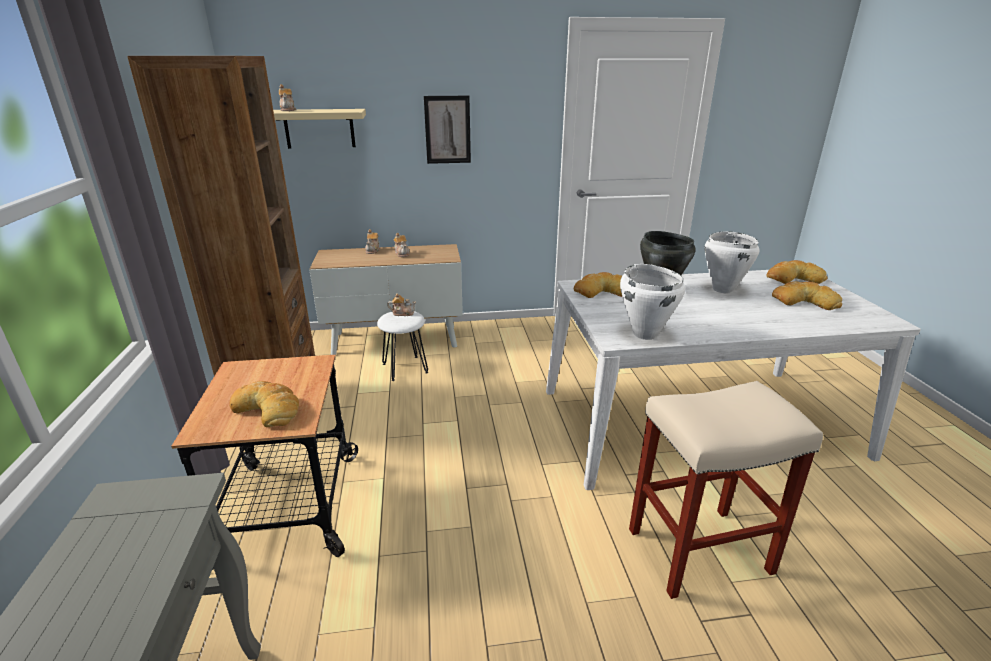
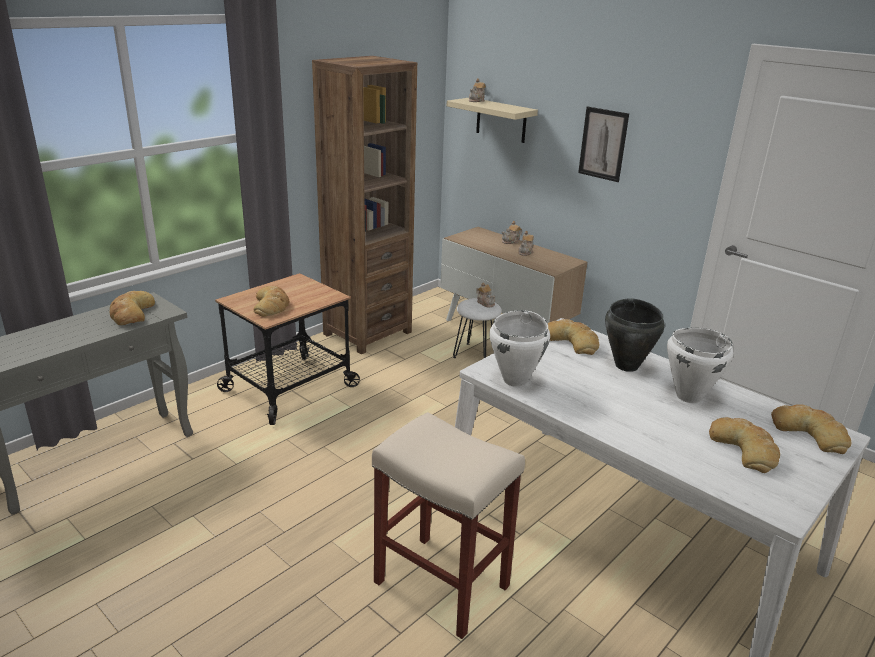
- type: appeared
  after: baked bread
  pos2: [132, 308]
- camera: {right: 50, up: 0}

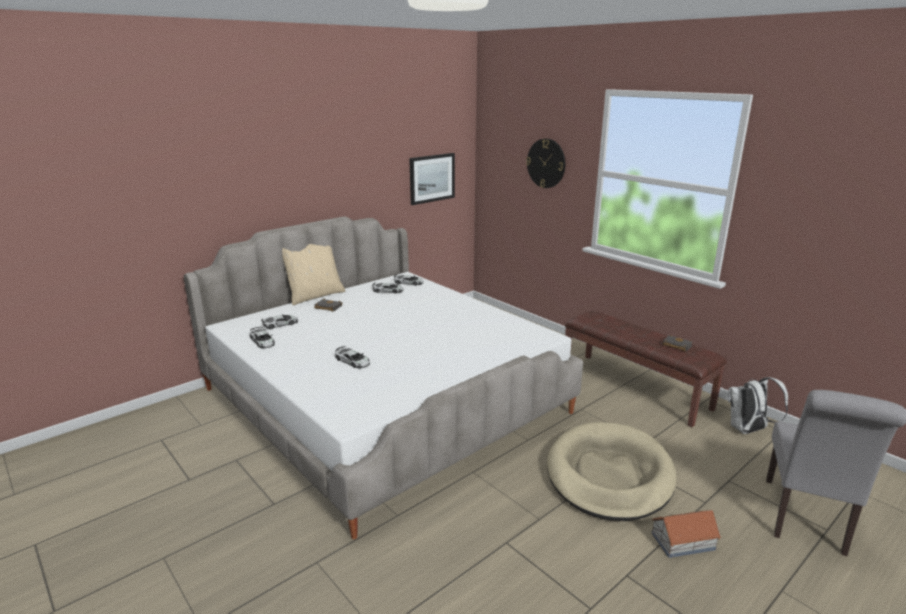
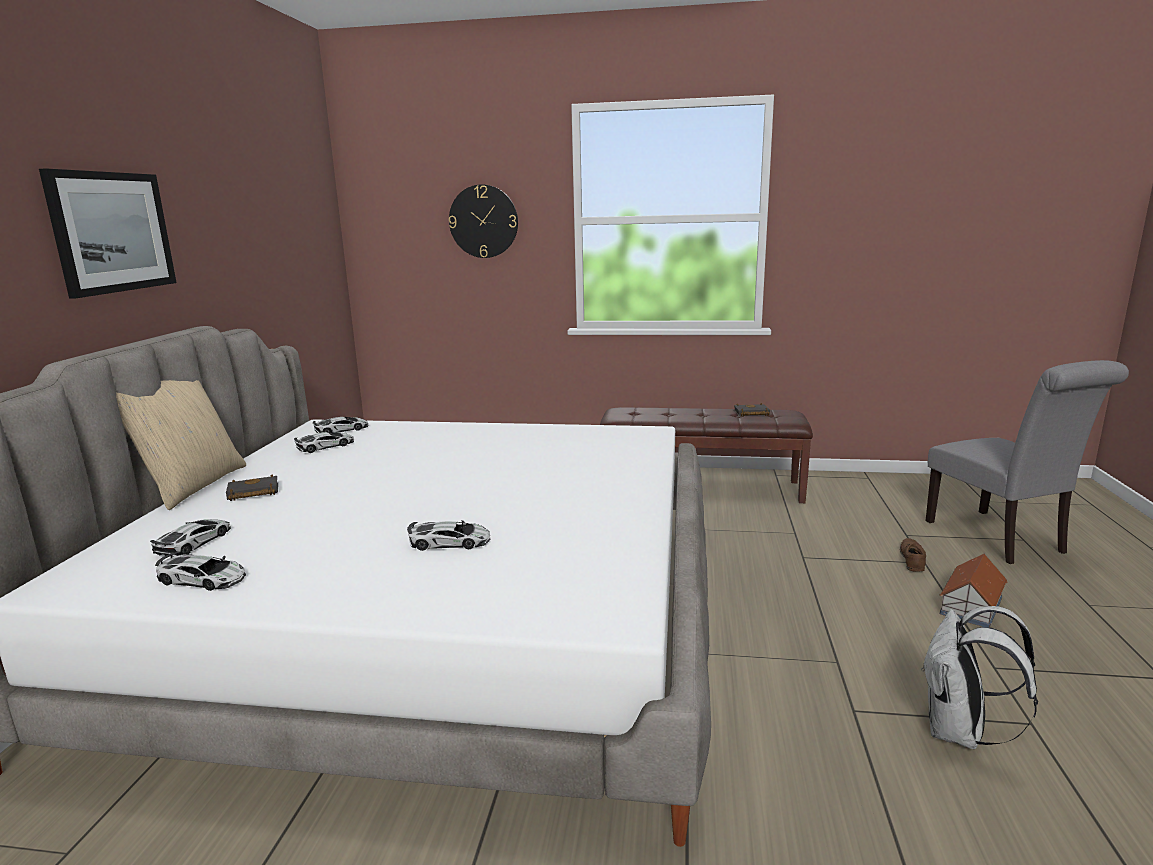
- type: relocated
  before: wall picture
  pos1: [432, 179]
  pos2: [108, 233]
- type: relocated
  before: knapsack (whitish)
  pos1: [758, 405]
  pos2: [979, 677]
- type: missing
  before: dog bed (sand-coloured)
  pos1: [612, 471]
- type: appeared
  after: shoe (brownish)
  pos2: [913, 555]
- camera: {right: -40, up: -5}

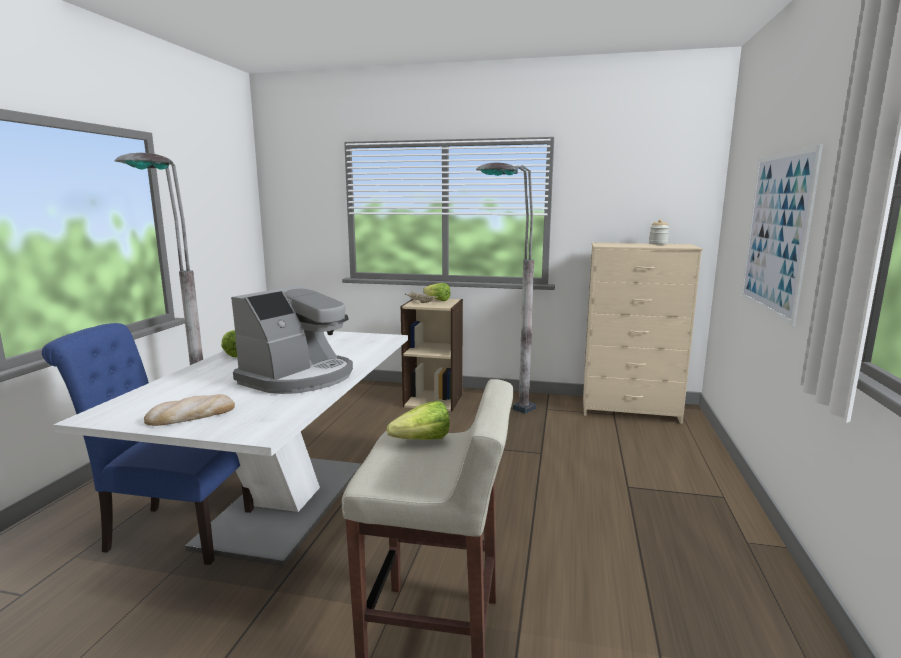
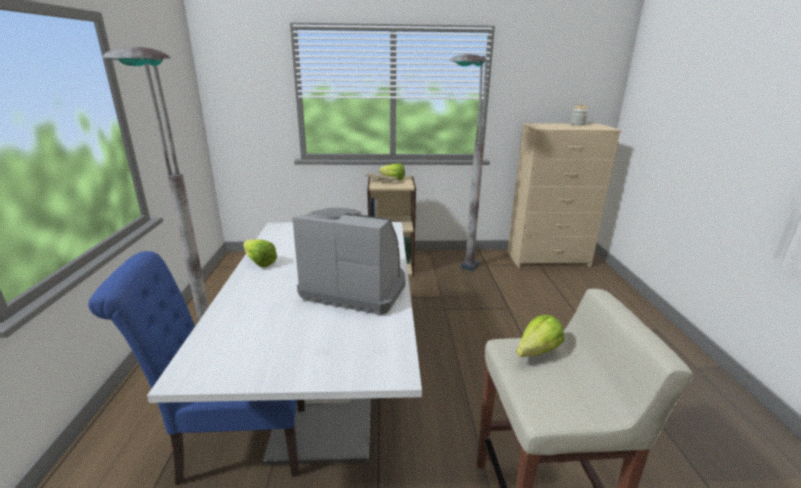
- type: missing
  before: wall picture
  pos1: [782, 235]
- type: spun
  before: coffee maker
  pos1: [292, 339]
  pos2: [348, 261]
  turn: -90
- type: missing
  before: baked bread
  pos1: [189, 410]
- camera: {right: -15, up: 10}

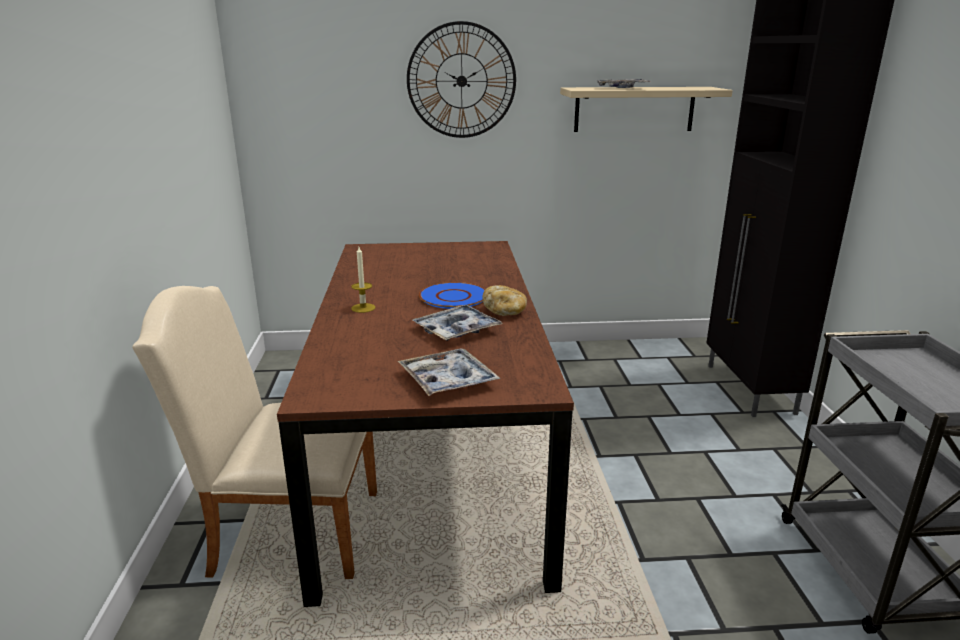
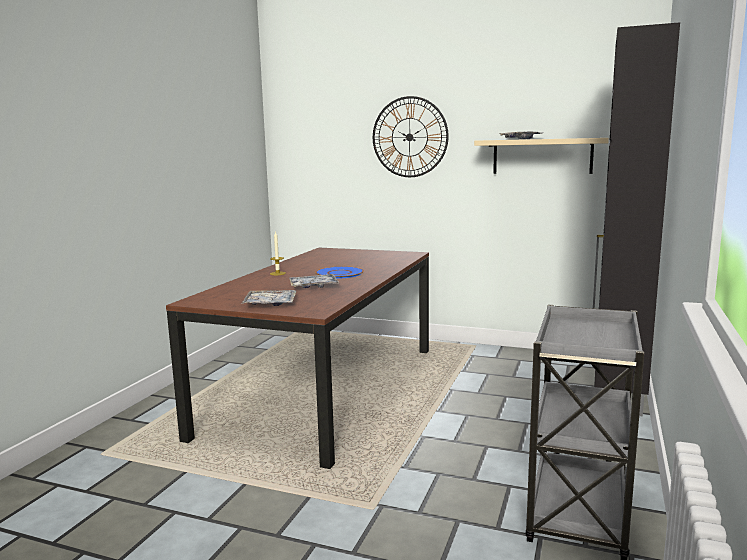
- type: missing
  before: baked bread
  pos1: [504, 300]
- type: missing
  before: chair (sand-coloured)
  pos1: [254, 432]
- camera: {right: 25, up: -10}

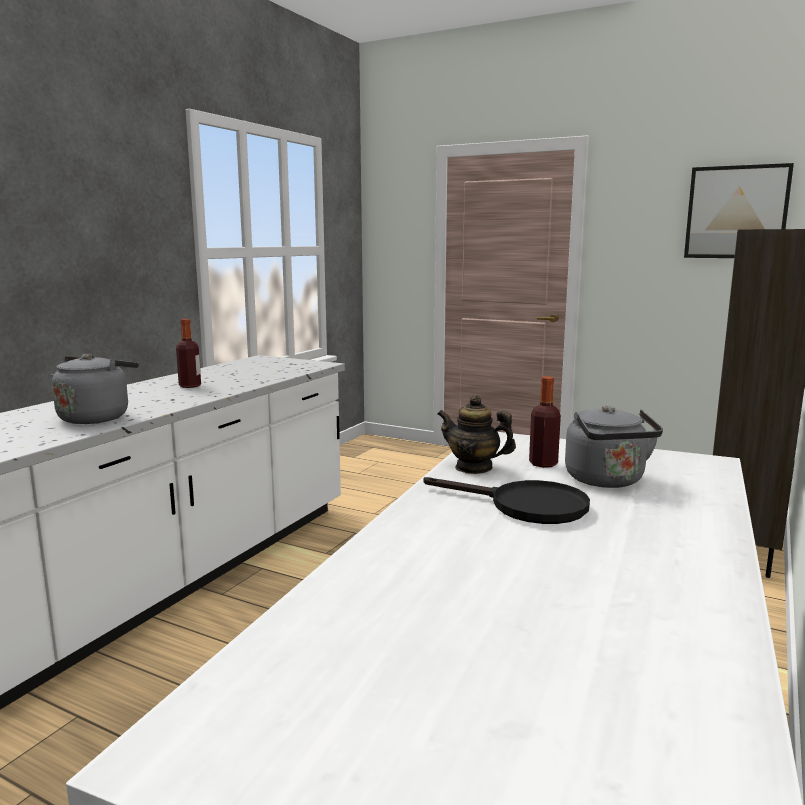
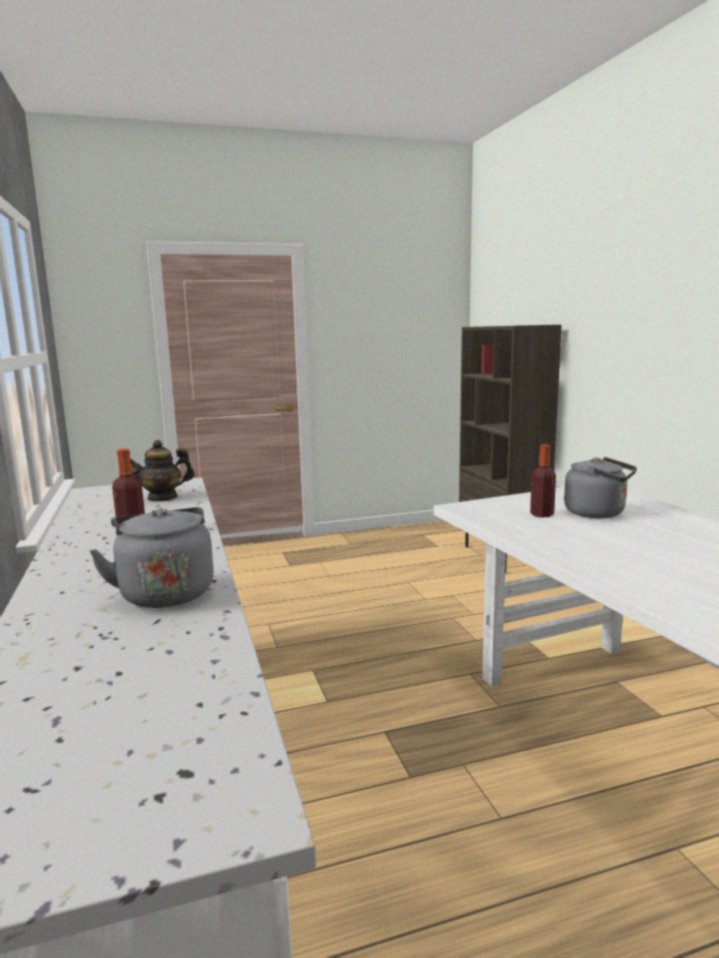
- type: missing
  before: wall picture
  pos1: [739, 210]
- type: relocated
  before: pot for tea
  pos1: [476, 434]
  pos2: [162, 471]
- type: missing
  before: frying pan (black)
  pos1: [507, 500]
- camera: {right: -45, up: 0}

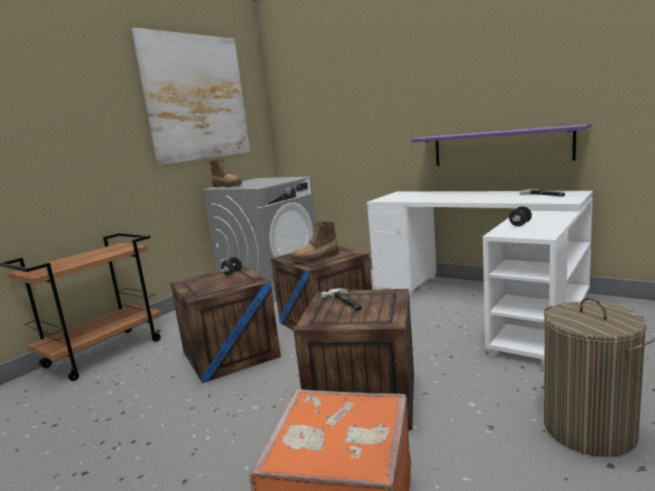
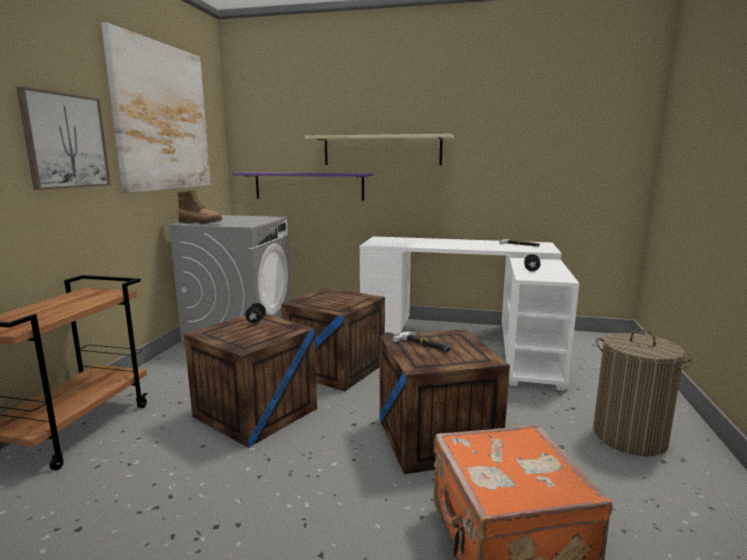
- type: relocated
  before: shelf (purple)
  pos1: [501, 145]
  pos2: [303, 186]
- type: missing
  before: boot
  pos1: [315, 241]
- type: appeared
  after: wall picture
  pos2: [63, 138]
- type: appeared
  after: shelf (sand-coloured)
  pos2: [379, 149]
- camera: {right: -25, up: 0}

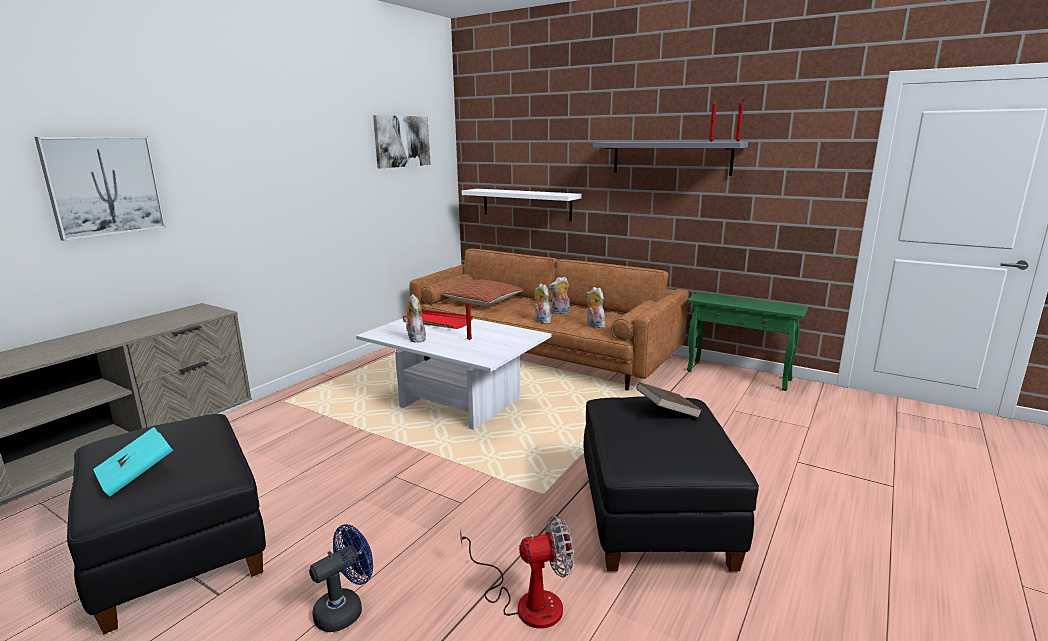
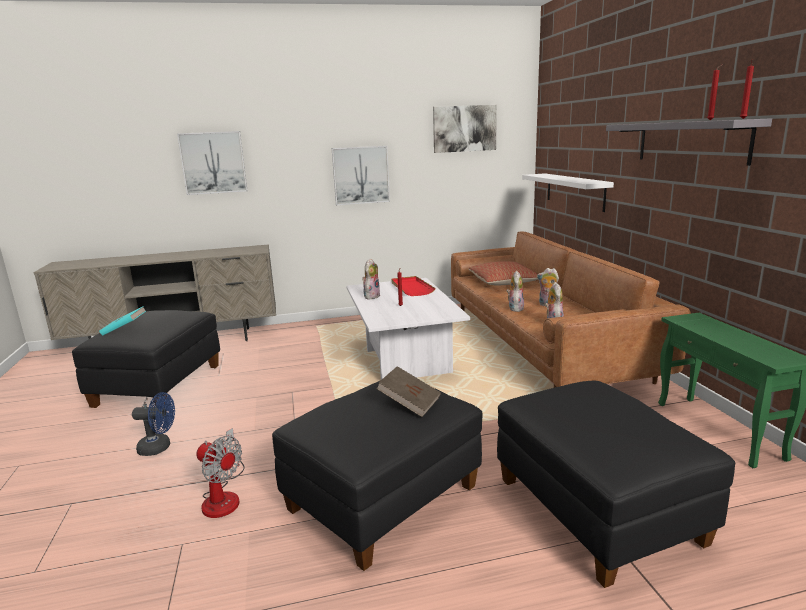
- type: appeared
  after: wall picture
  pos2: [361, 175]
- type: appeared
  after: ottoman (black)
  pos2: [616, 484]
- camera: {right: 45, up: 0}

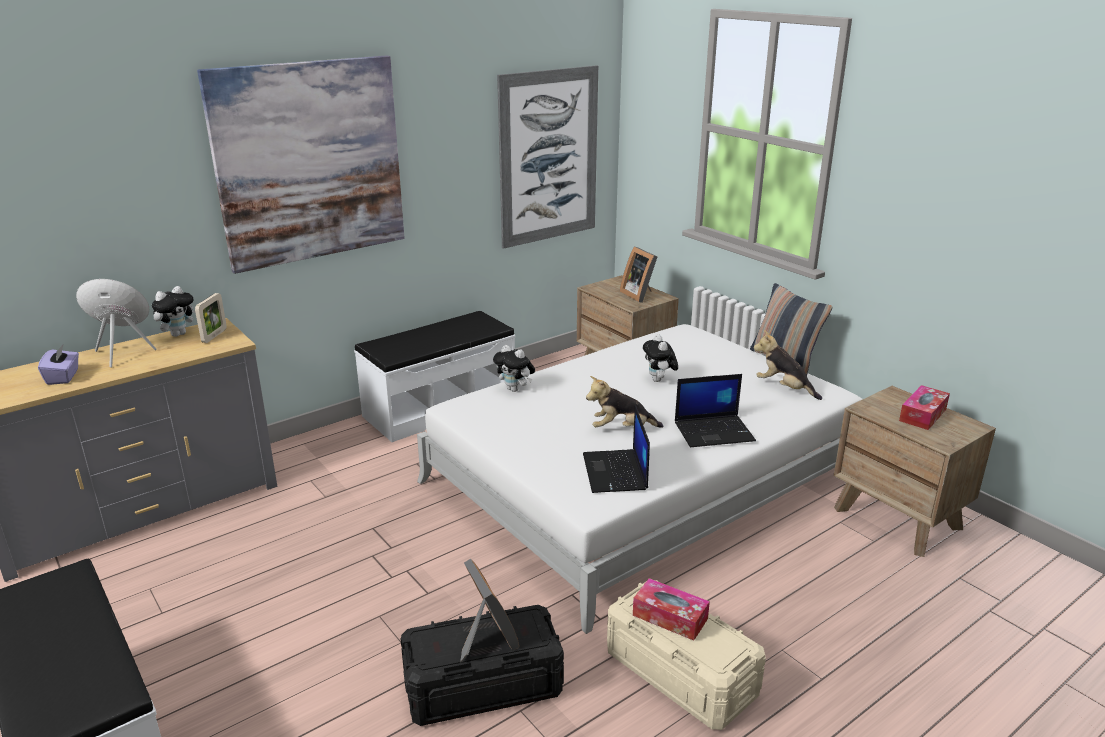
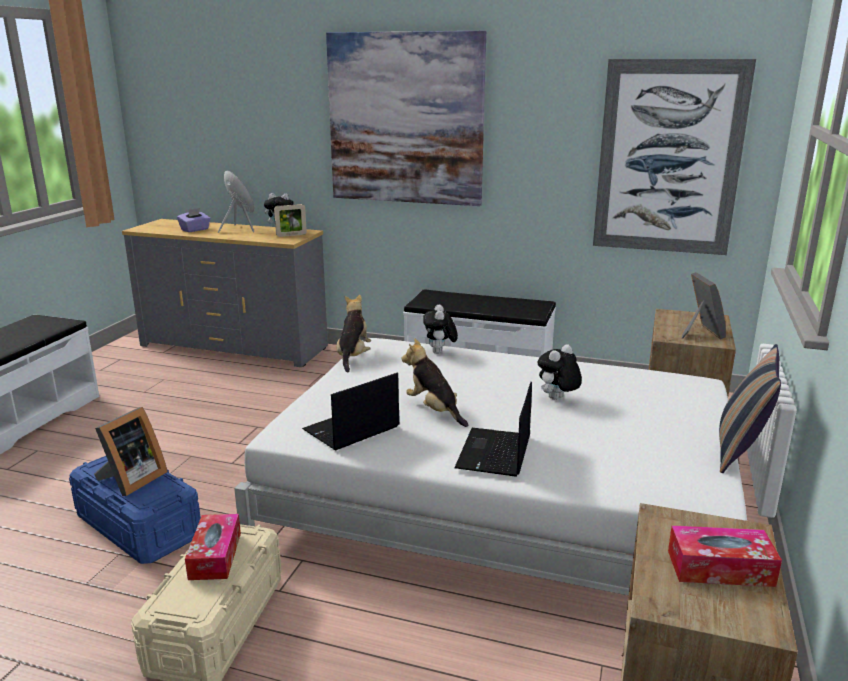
- type: spun
  before: picture frame
  pos1: [639, 275]
  pos2: [703, 305]
  turn: 150
- type: relocated
  before: plush toy
  pos1: [788, 365]
  pos2: [353, 333]
- type: spun
  before: notebook computer
  pos1: [715, 410]
  pos2: [493, 429]
  turn: 60
- type: colour
  before: storage bin (black)
  after: storage bin (blue-coloured)
  pos1: [482, 665]
  pos2: [135, 510]
- camera: {right: 55, up: -5}

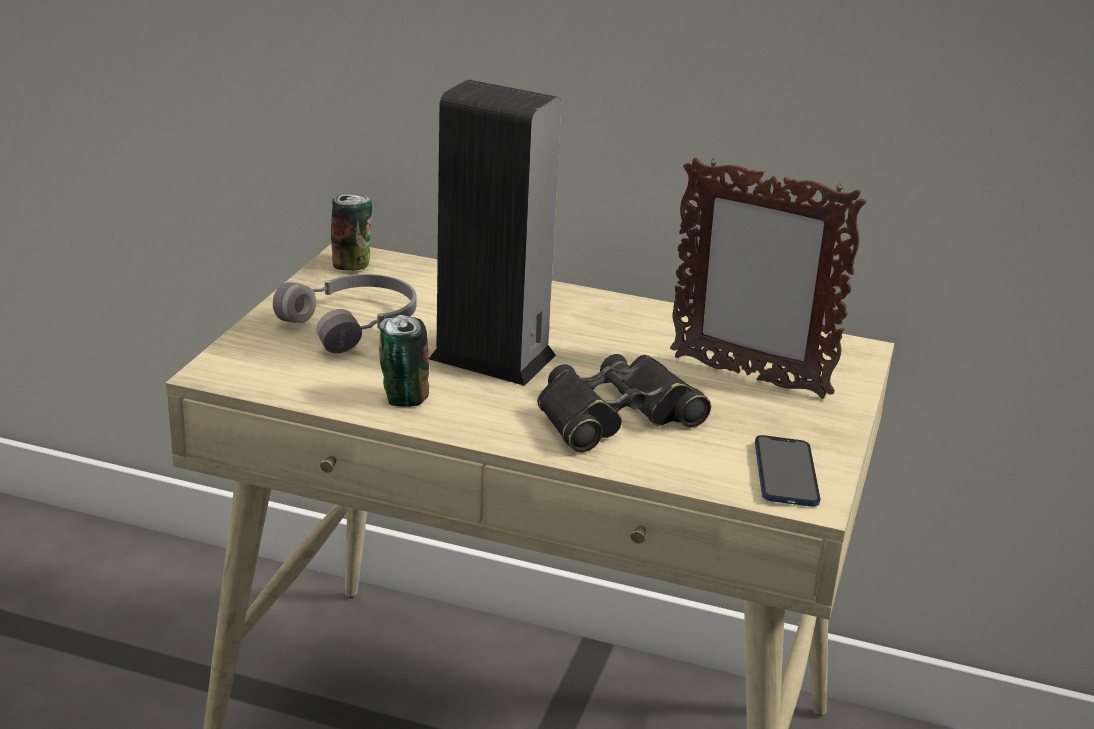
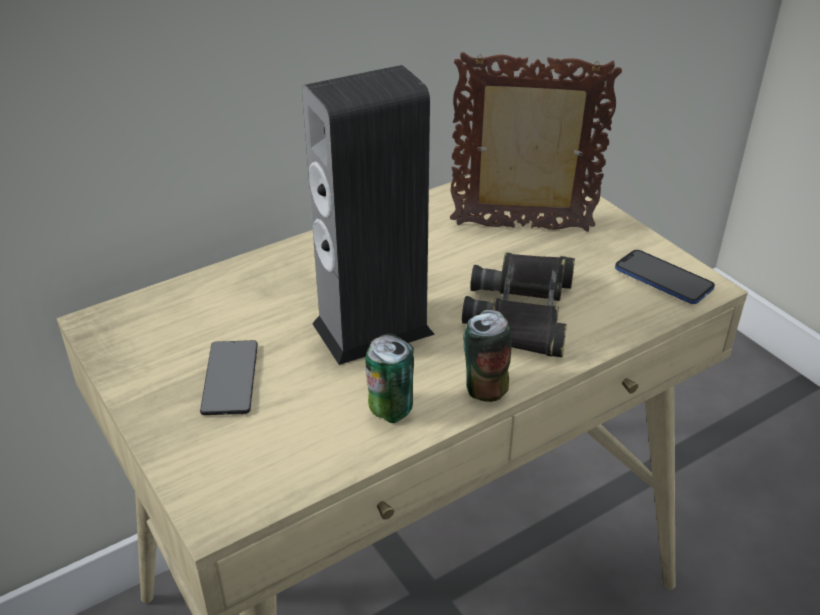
- type: spun
  before: picture frame
  pos1: [768, 278]
  pos2: [536, 142]
  turn: -150
- type: relocated
  before: sealed can
  pos1: [351, 232]
  pos2: [487, 356]
- type: exchanged
  before: headphones (grey)
  after: handset
  pos1: [344, 313]
  pos2: [229, 377]
- camera: {right: -50, up: 10}

